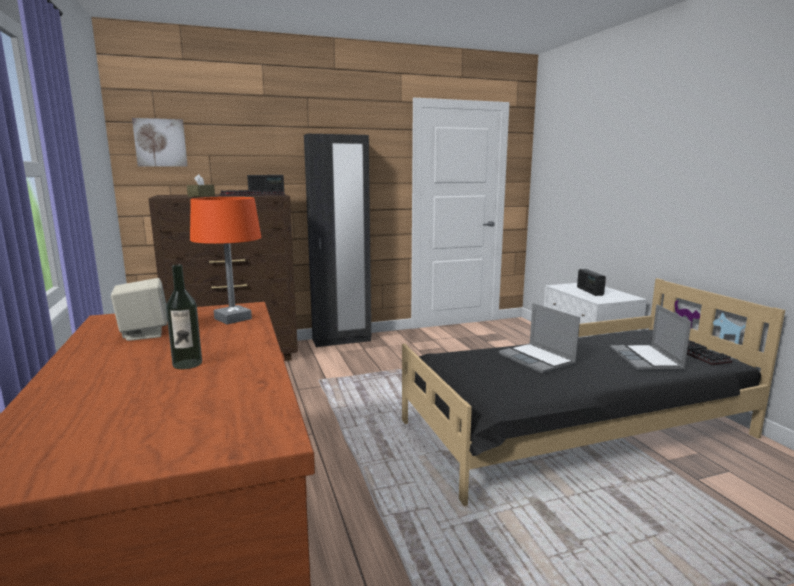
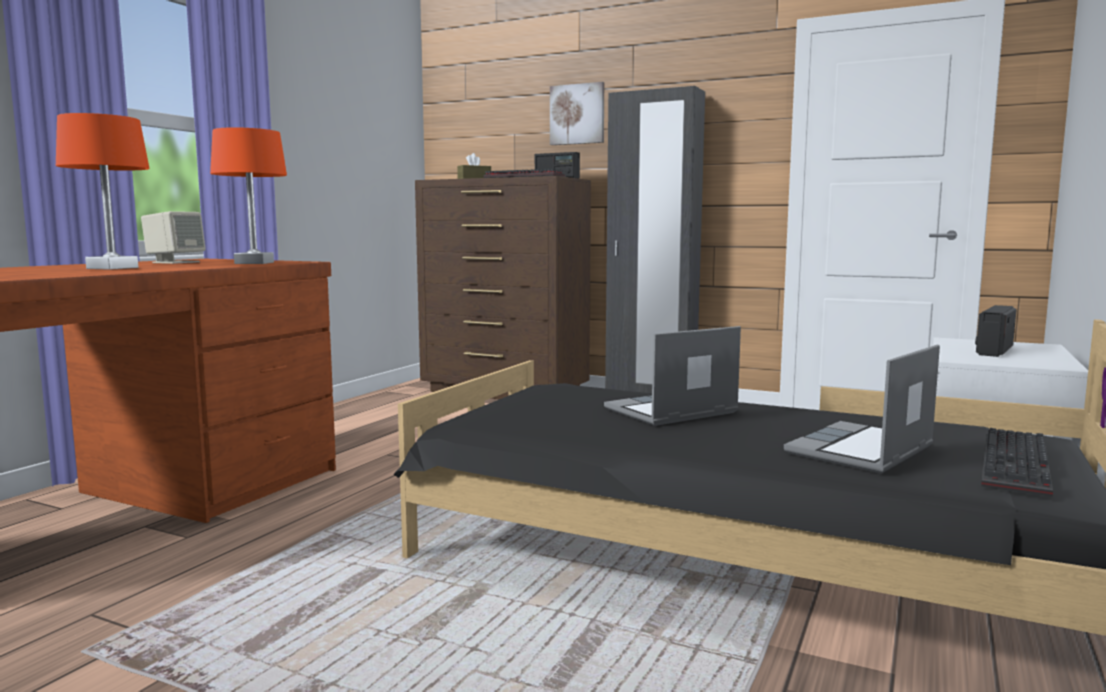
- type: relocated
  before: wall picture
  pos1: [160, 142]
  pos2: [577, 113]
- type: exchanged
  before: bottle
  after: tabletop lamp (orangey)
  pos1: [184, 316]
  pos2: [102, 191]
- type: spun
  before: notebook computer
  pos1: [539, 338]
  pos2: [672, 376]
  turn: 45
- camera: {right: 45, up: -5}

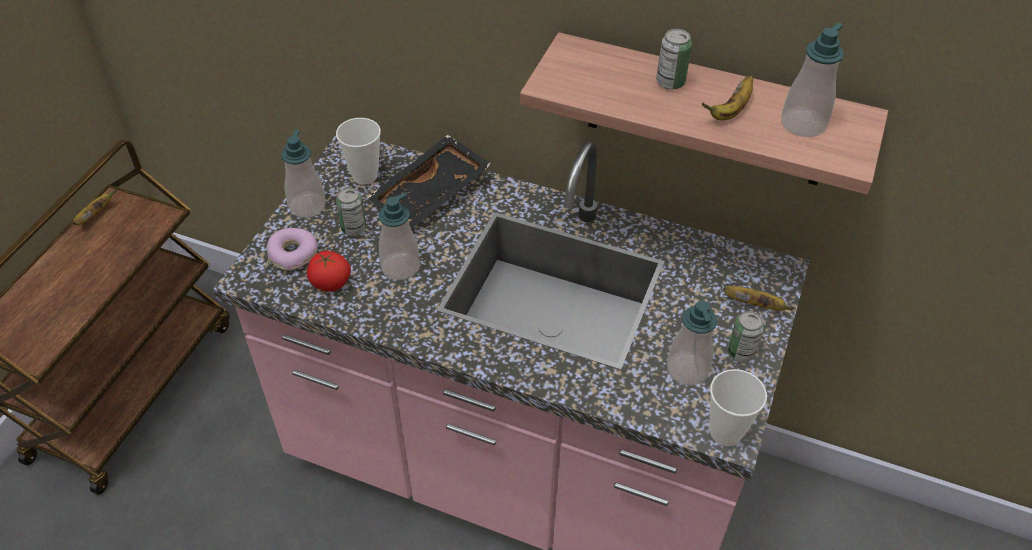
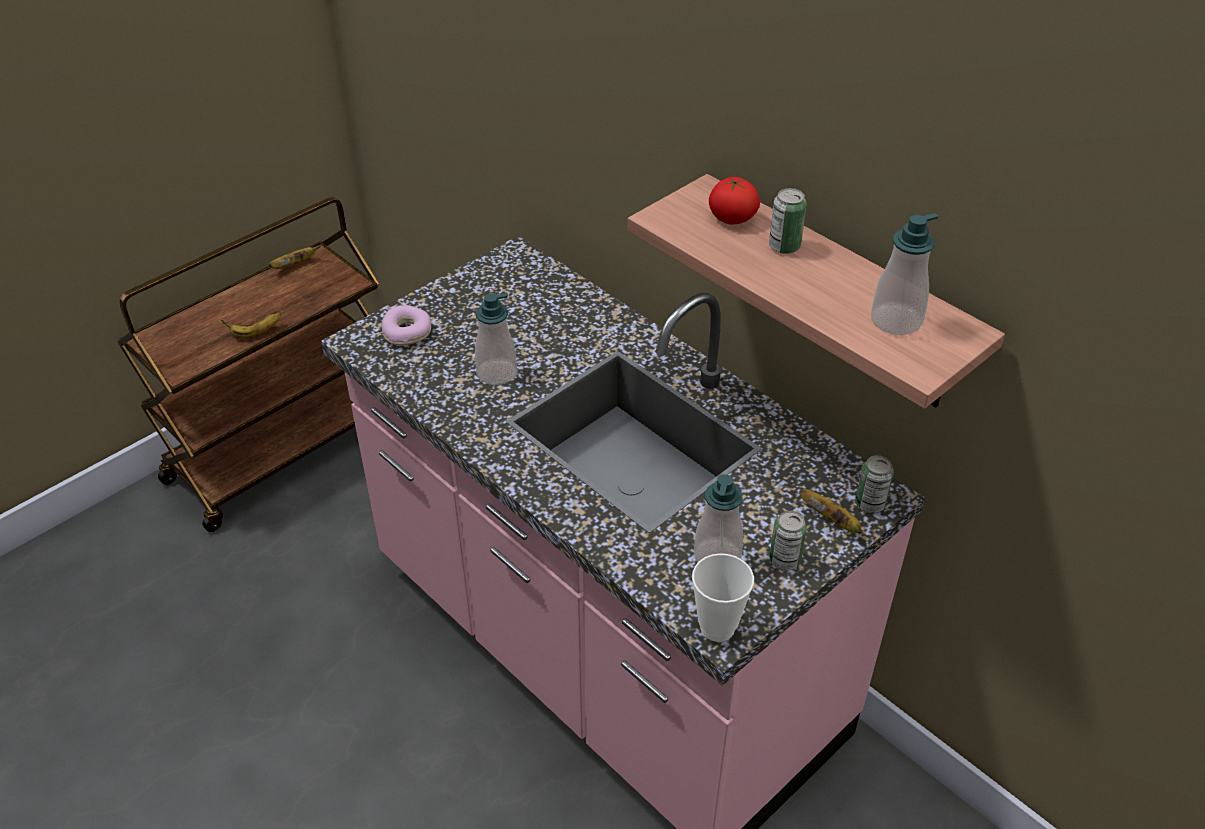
- type: relocated
  before: whole banana
  pos1: [727, 97]
  pos2: [251, 324]
- type: missing
  before: cup
  pos1: [358, 151]
- type: missing
  before: soap dispenser
  pos1: [303, 173]
- type: missing
  before: serving tray (black)
  pos1: [429, 182]
- type: relocated
  before: sealed can
  pos1: [351, 212]
  pos2: [874, 484]
- type: relocated
  before: whole tomato
  pos1: [329, 271]
  pos2: [734, 200]
- camera: {right: 25, up: -5}

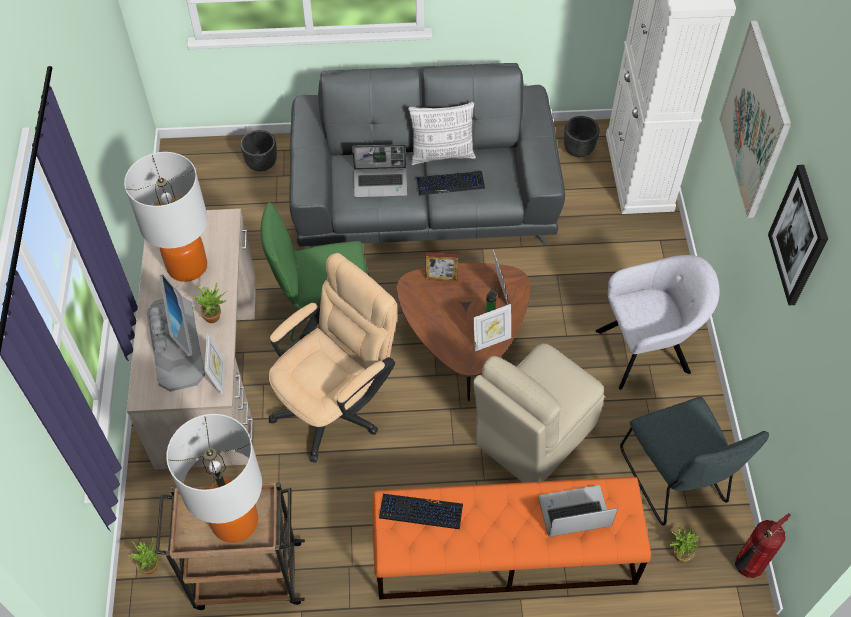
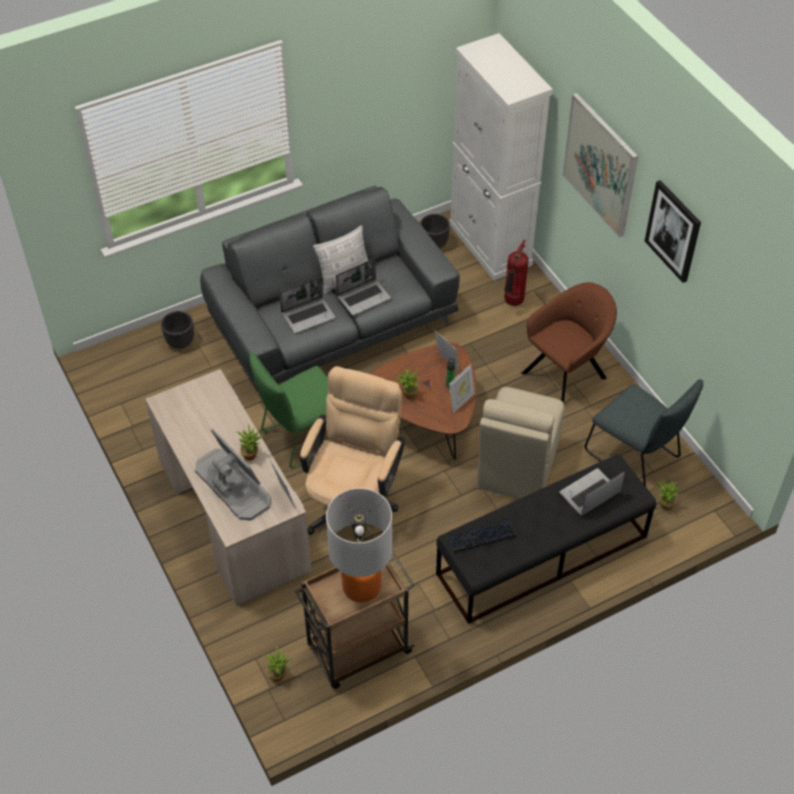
- type: missing
  before: tabletop lamp
  pos1: [166, 217]
- type: exchanged
  before: computer keyboard
  after: notebook computer
  pos1: [451, 183]
  pos2: [363, 287]
- type: missing
  before: picture frame
  pos1: [442, 267]
- type: colour
  before: easy chair (grey)
  after: easy chair (brownish)
  pos1: [658, 322]
  pos2: [569, 342]
- type: colour
  before: indoor bench (orangey)
  after: indoor bench (black)
  pos1: [511, 538]
  pos2: [546, 539]
- type: relocated
  before: extinguisher
  pos1: [763, 545]
  pos2: [516, 273]
- type: appeared
  after: plant in a pot
  pos2: [408, 383]
- camera: {right: -25, up: -5}

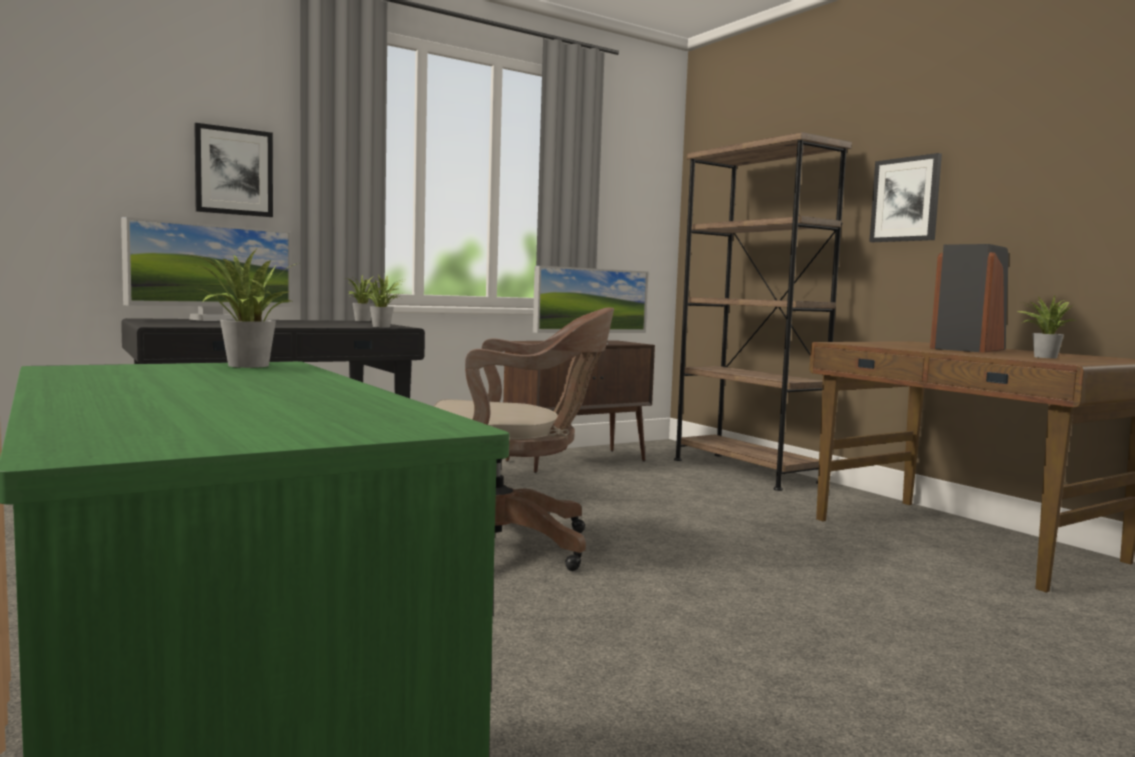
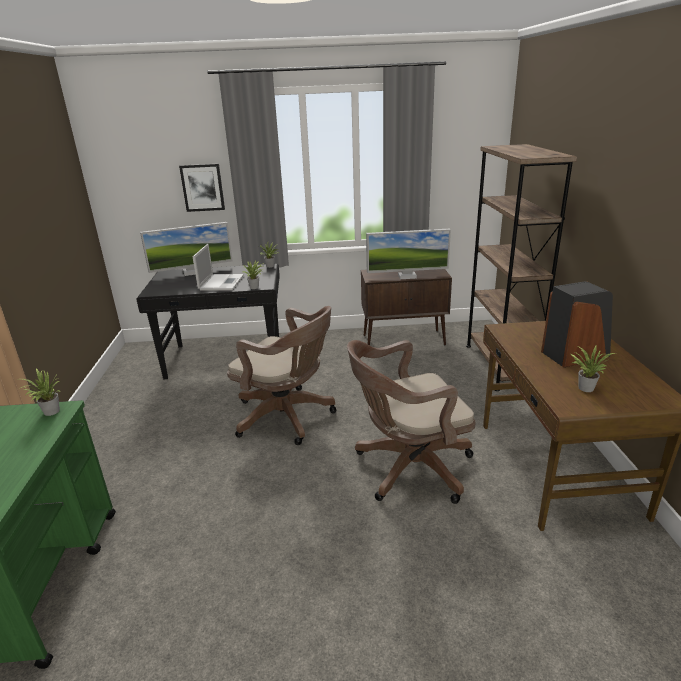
- type: missing
  before: wall picture
  pos1: [905, 197]
- type: appeared
  after: notebook computer
  pos2: [218, 267]
- type: appeared
  after: desk chair (brownish)
  pos2: [411, 422]
- camera: {right: 30, up: 20}

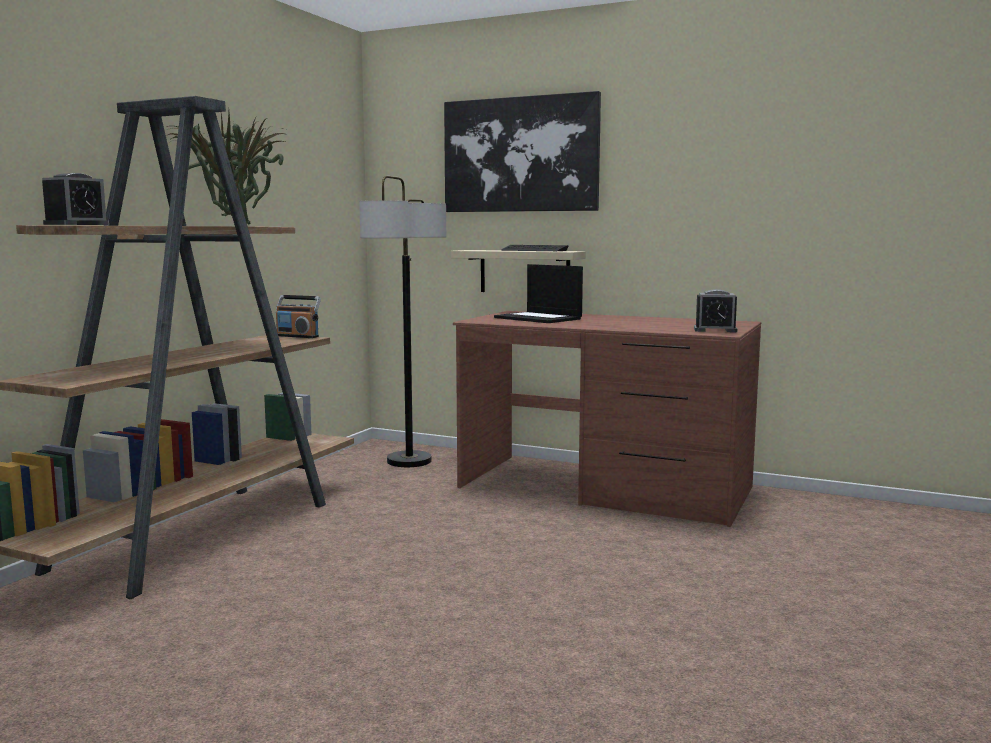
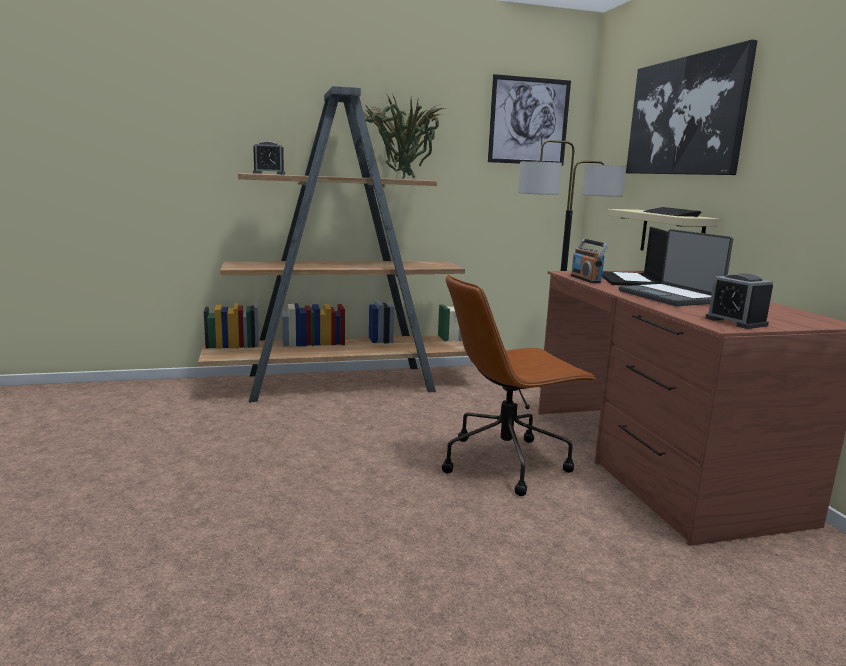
- type: relocated
  before: radio
  pos1: [298, 316]
  pos2: [590, 261]
- type: appeared
  after: wall picture
  pos2: [529, 119]
- type: appeared
  after: notebook computer
  pos2: [676, 267]
- type: appeared
  after: desk chair (brownish)
  pos2: [519, 385]
- camera: {right: 50, up: 5}

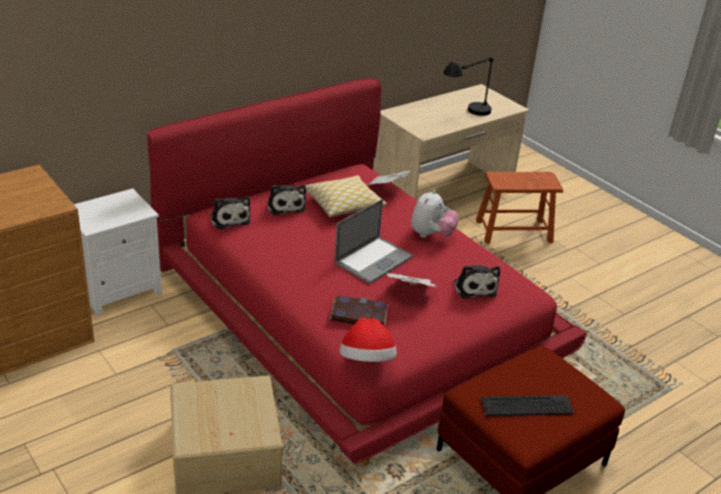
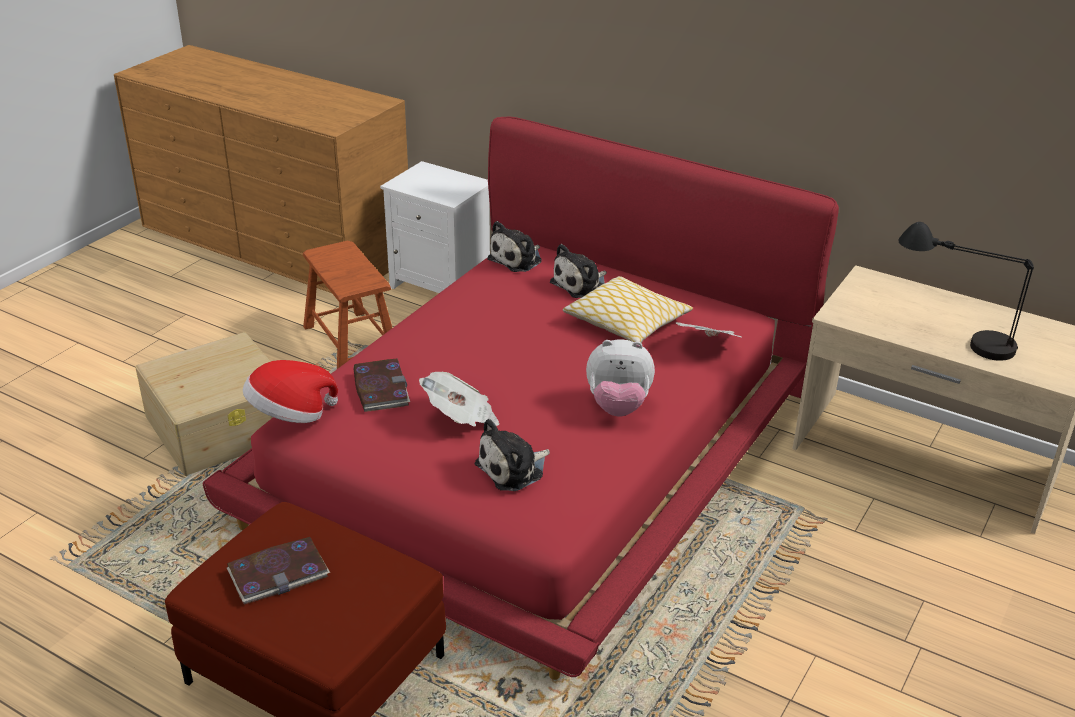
- type: relocated
  before: sitting stool (brownish)
  pos1: [519, 208]
  pos2: [347, 305]
- type: missing
  before: notebook computer
  pos1: [374, 241]
- type: exchanged
  before: computer keyboard
  after: book
  pos1: [527, 405]
  pos2: [278, 571]
- camera: {right: 70, up: 0}

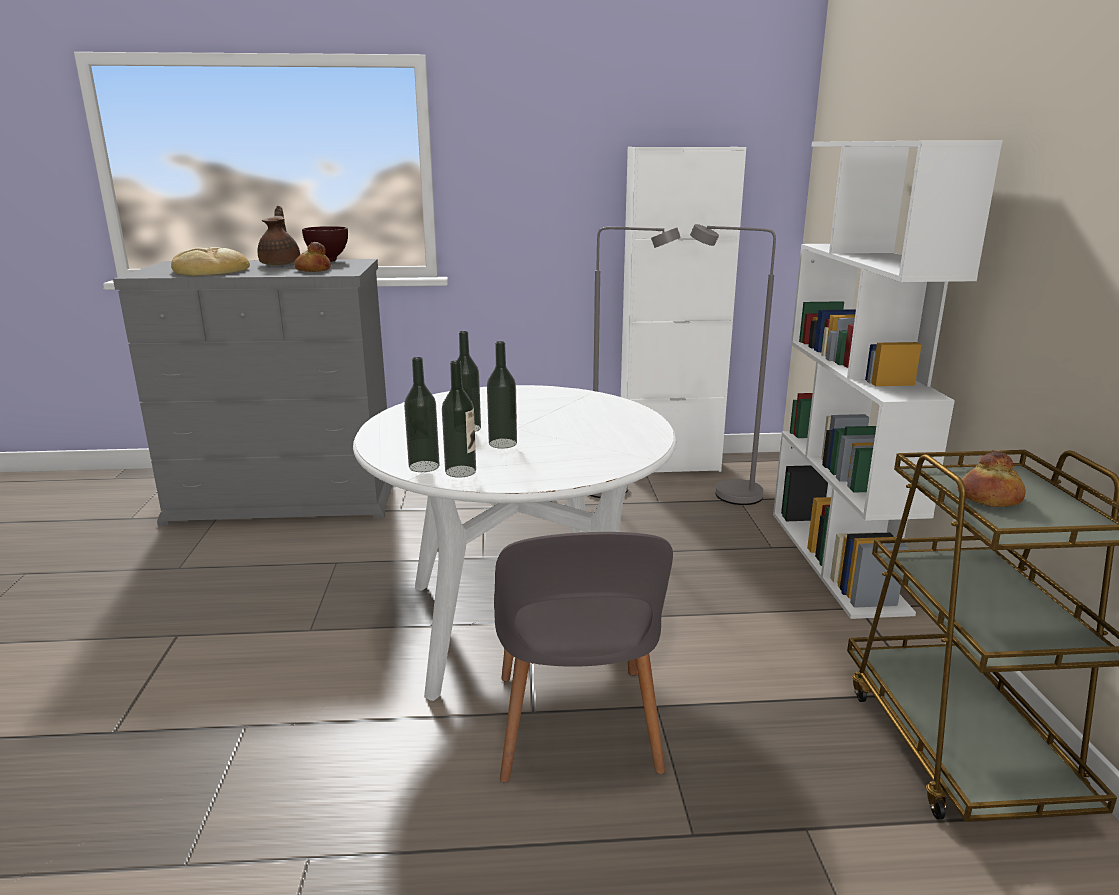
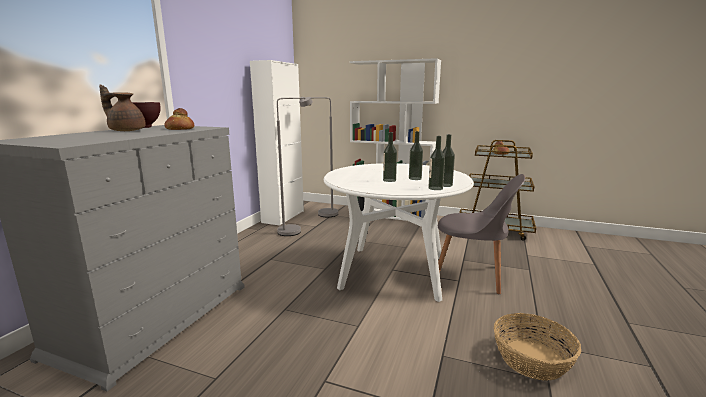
- type: missing
  before: baked bread
  pos1: [210, 261]
- type: appeared
  after: storage basket
  pos2: [537, 347]
- camera: {right: -65, up: -5}

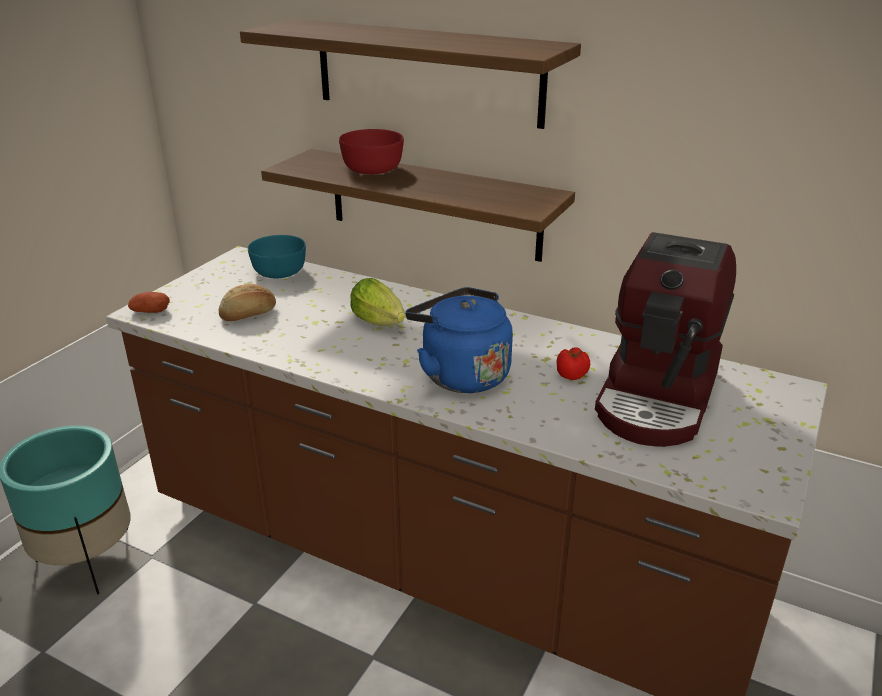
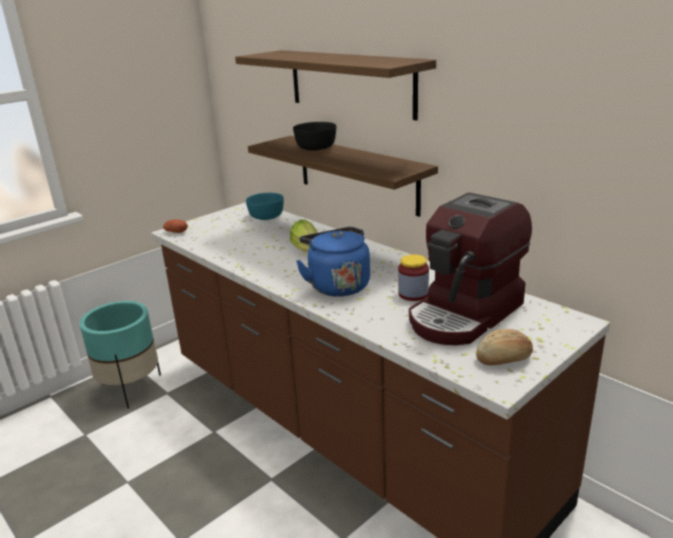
- type: colour
  before: bowl (reddish)
  after: bowl (black)
  pos1: [371, 151]
  pos2: [314, 136]
- type: relocated
  before: baked bread
  pos1: [247, 302]
  pos2: [504, 347]
- type: exchanged
  before: whole tomato
  after: jar
  pos1: [573, 363]
  pos2: [413, 277]
- camera: {right: 20, up: -5}

